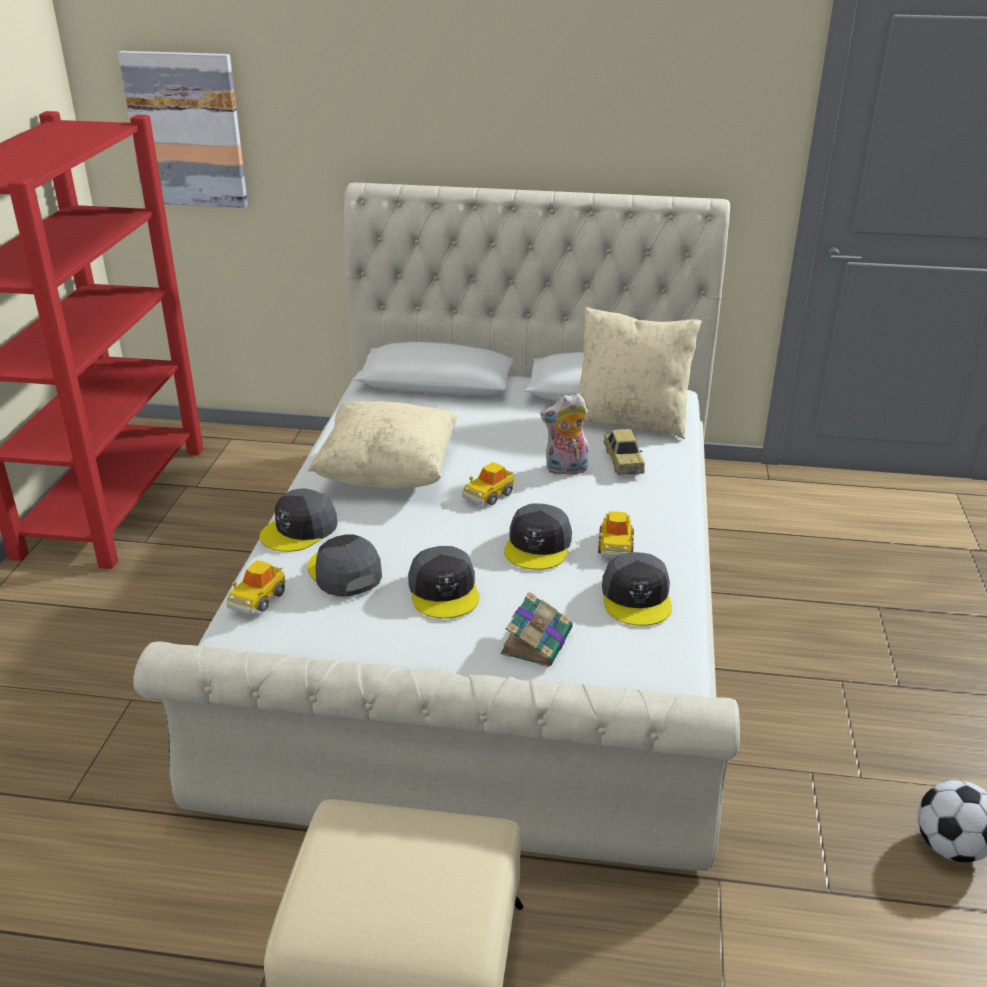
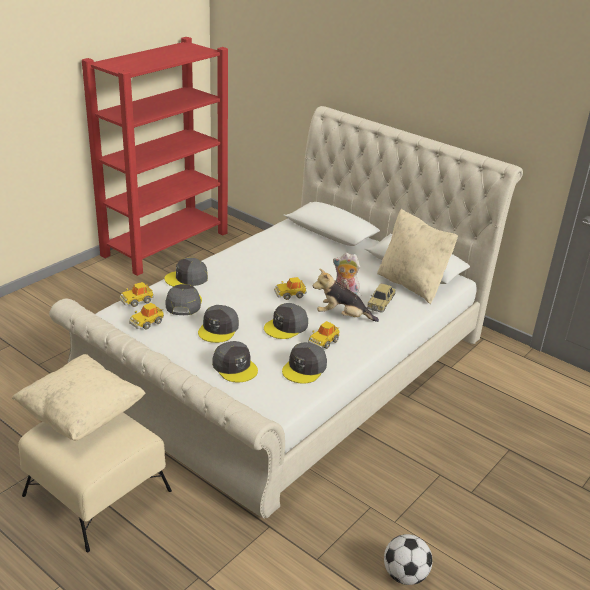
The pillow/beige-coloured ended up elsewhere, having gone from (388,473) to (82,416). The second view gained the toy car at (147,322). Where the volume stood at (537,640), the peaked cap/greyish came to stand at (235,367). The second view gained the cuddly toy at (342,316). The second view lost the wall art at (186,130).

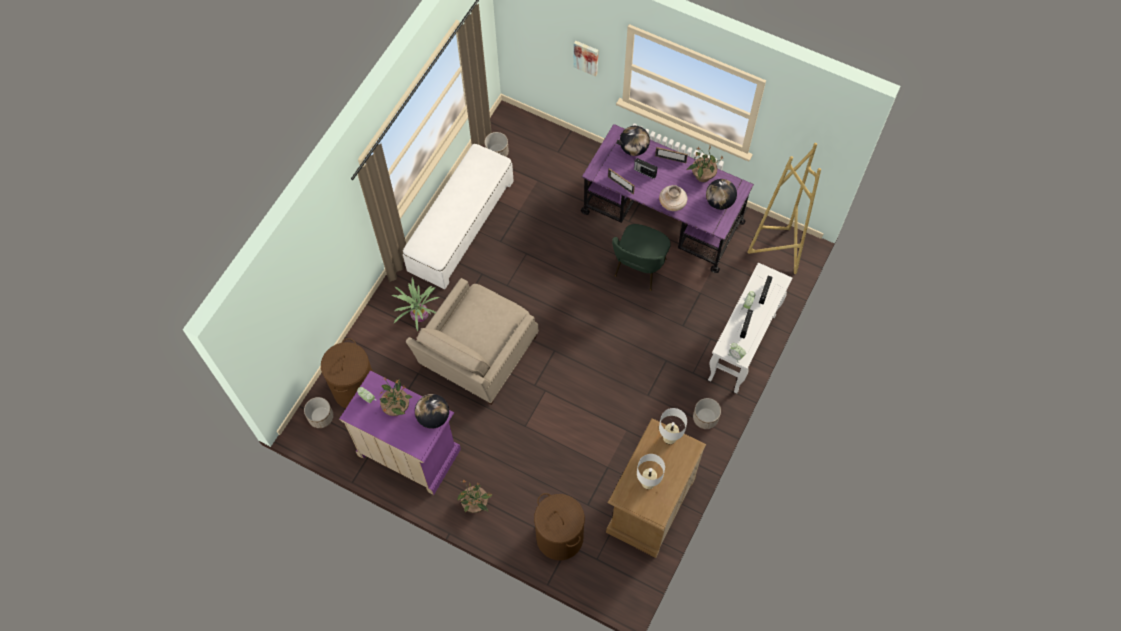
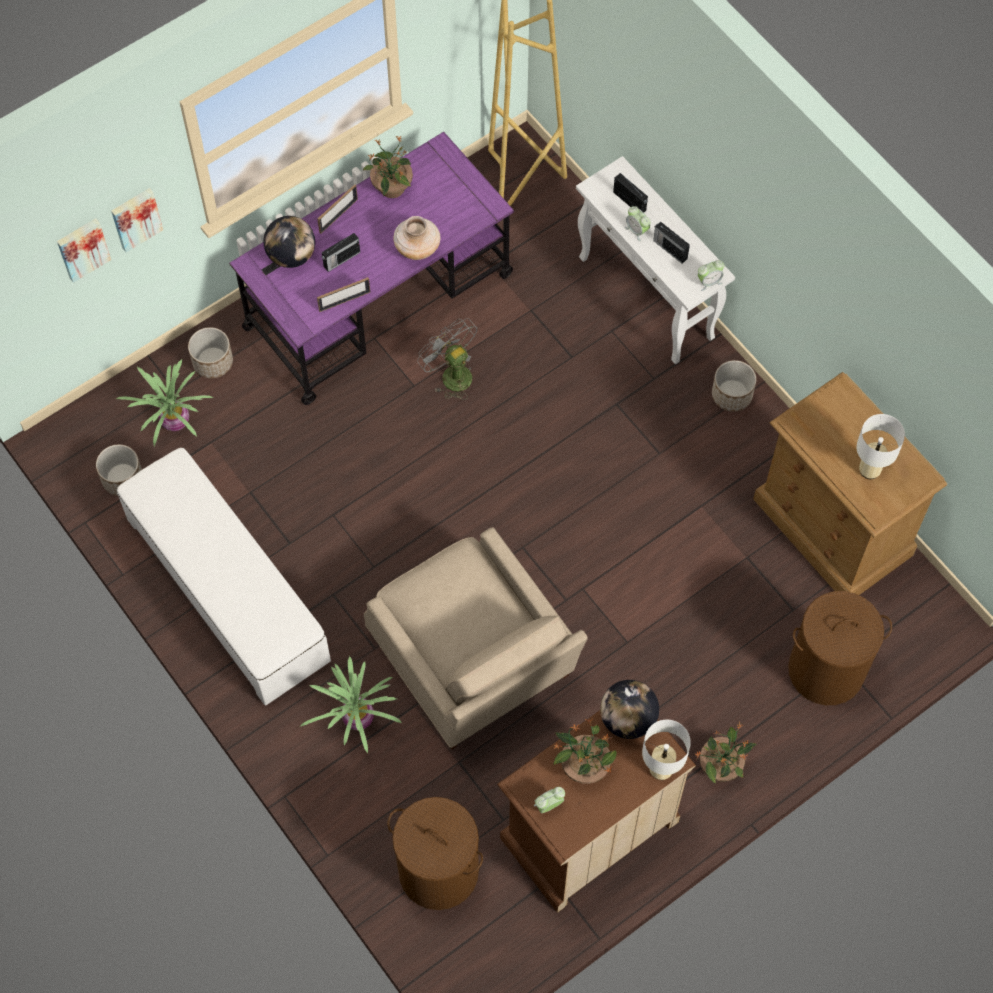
The second view gained the wall art at (82,248). The second view gained the houseplant at (174,420). The flower pot ended up elsewhere, having gone from (321,417) to (213,362). Where the upright chair/greenish stood at (638,271), the electric fan/greyish came to stand at (451,374). What was the dresser/purple-coloured at (409,452) turned into the dresser/brownish at (589,830). The tabletop lamp/whitish ended up elsewhere, having gone from (669,438) to (661,770). The second view lost the globe at (719,202).

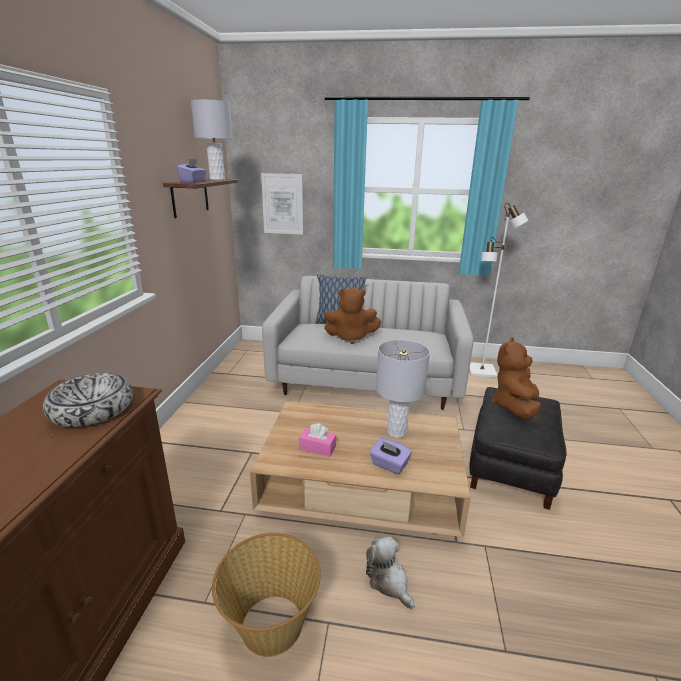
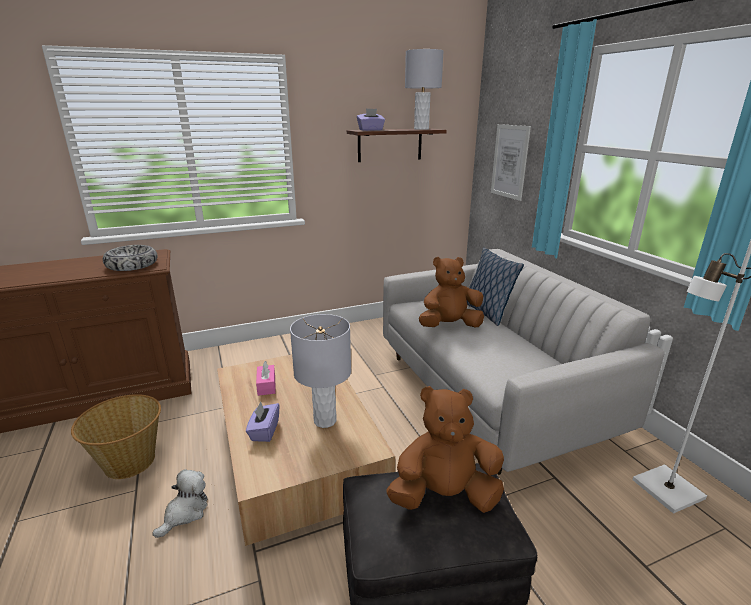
The cuddly toy/brownish at (351,337) ended up facing another way, 105 degrees clockwise from before.

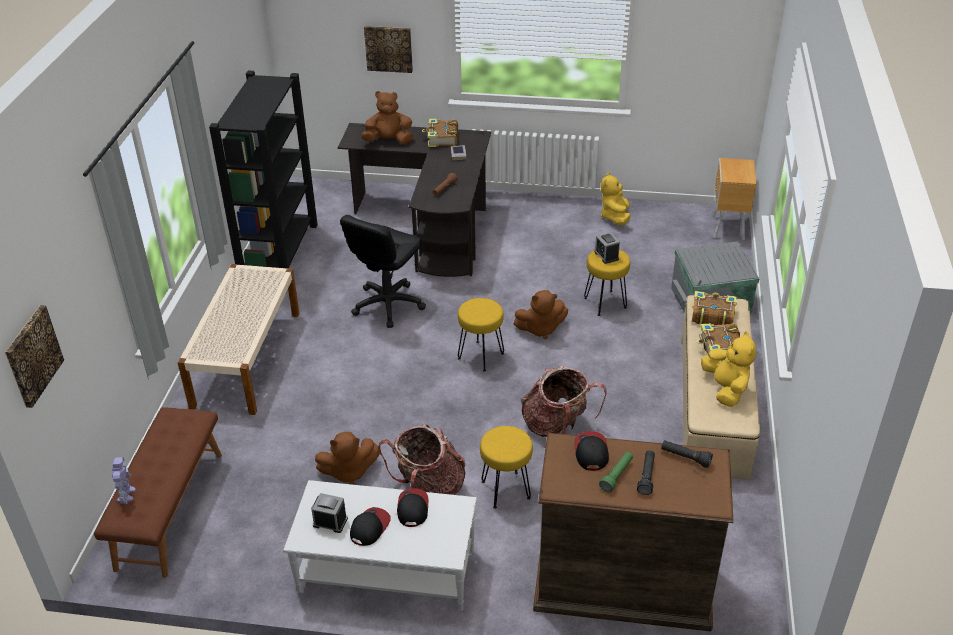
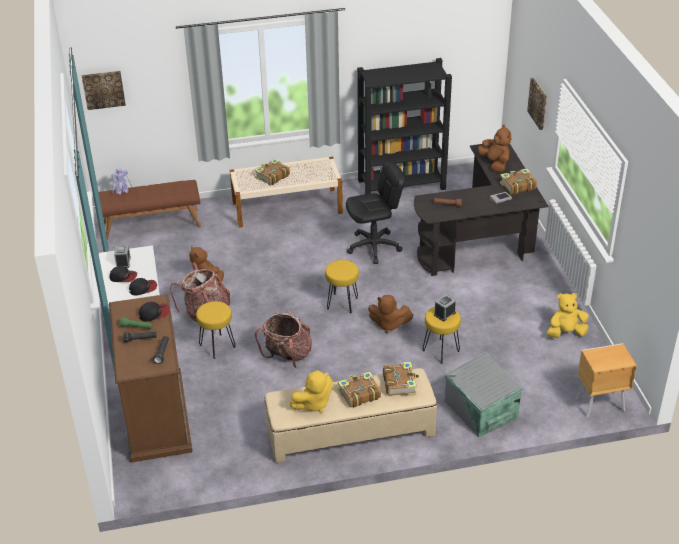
The second view gained the volume at (272,176). The office chair/black at (388,304) ended up facing another way, 150 degrees clockwise from before. The cuddly toy/brownish at (540,329) ended up facing another way, 45 degrees counterclockwise from before.

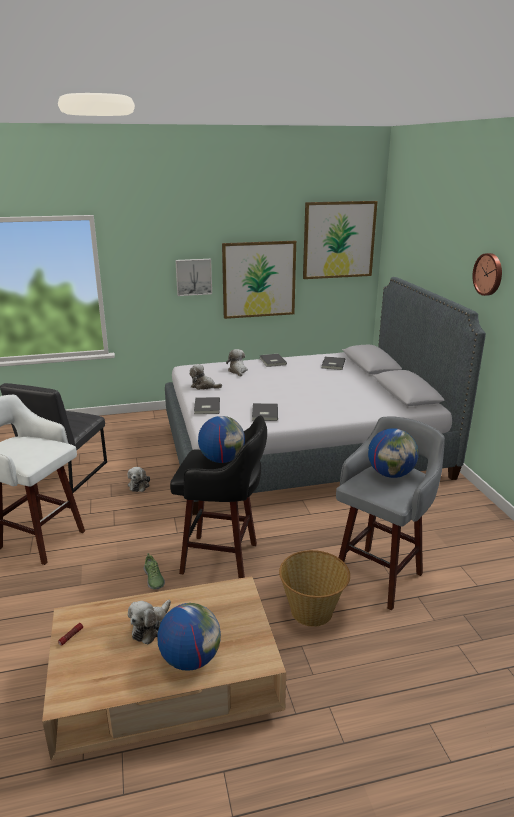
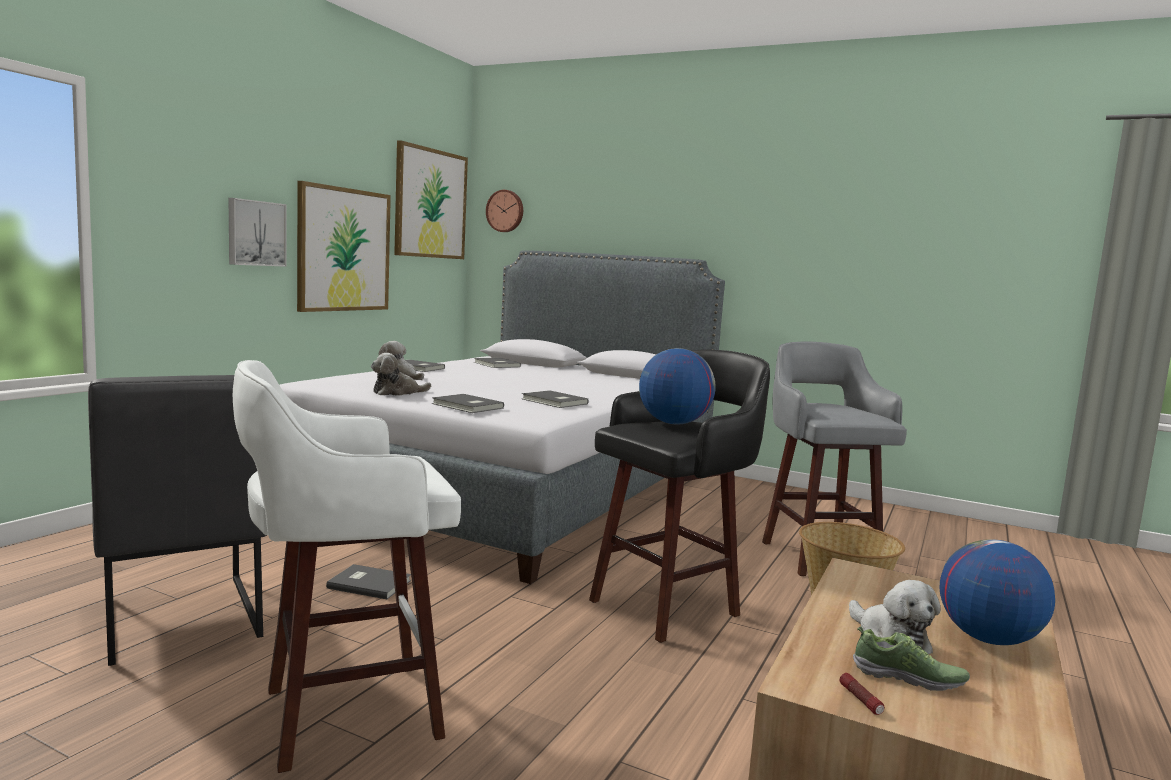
Where the cuddly toy stood at (139,485), the volume/greyish came to stand at (369,583). The clock on the wall ended up elsewhere, having gone from (489,274) to (505,211). The shoe ended up elsewhere, having gone from (153,579) to (908,678). The second view lost the globe at (391,474).

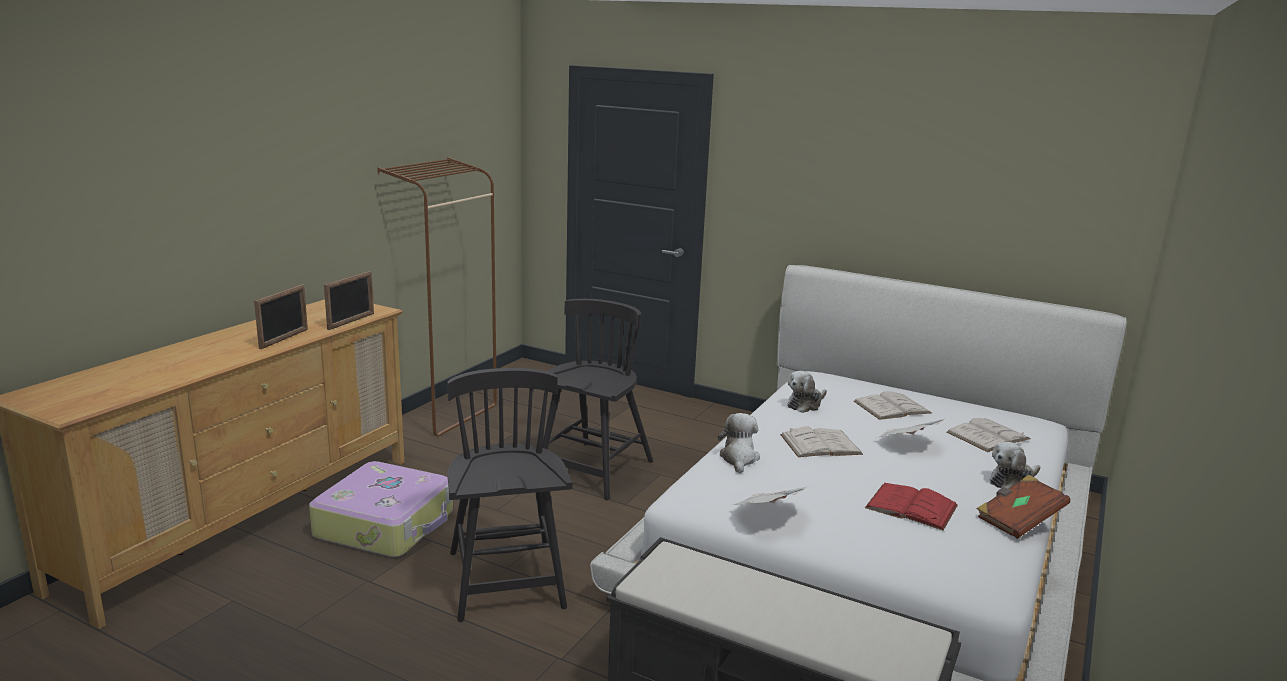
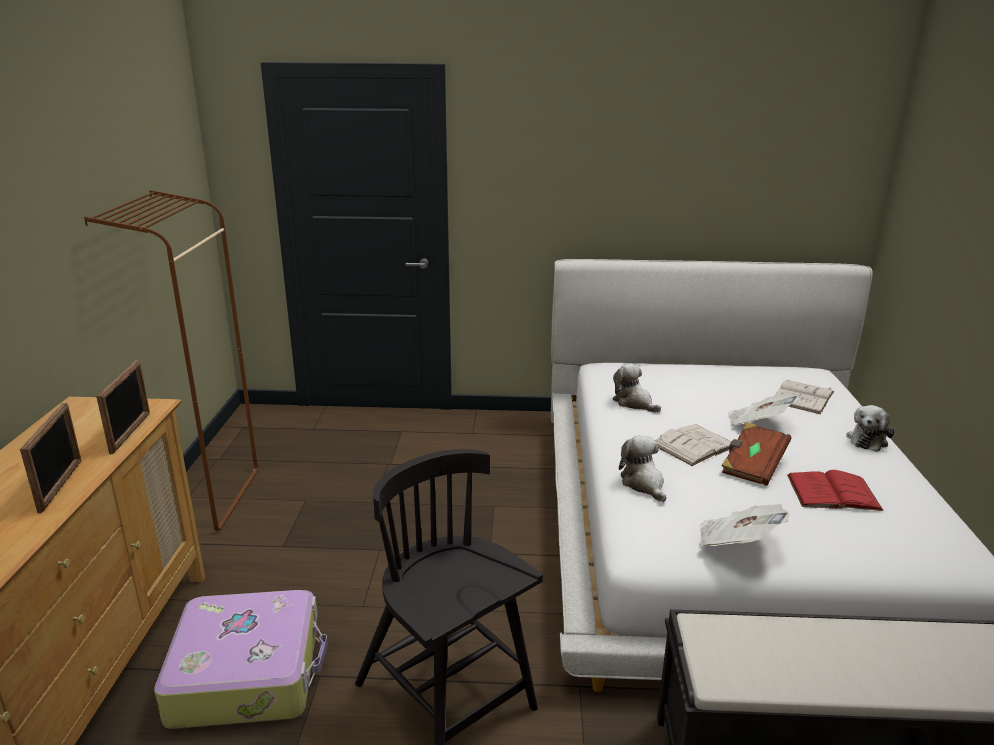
The cuddly toy at (805,404) ended up facing another way, 120 degrees clockwise from before. The volume/brownish ended up elsewhere, having gone from (1018,520) to (752,466). The second view lost the upright chair/black at (594,471). The second view lost the volume/whitish at (892,407).

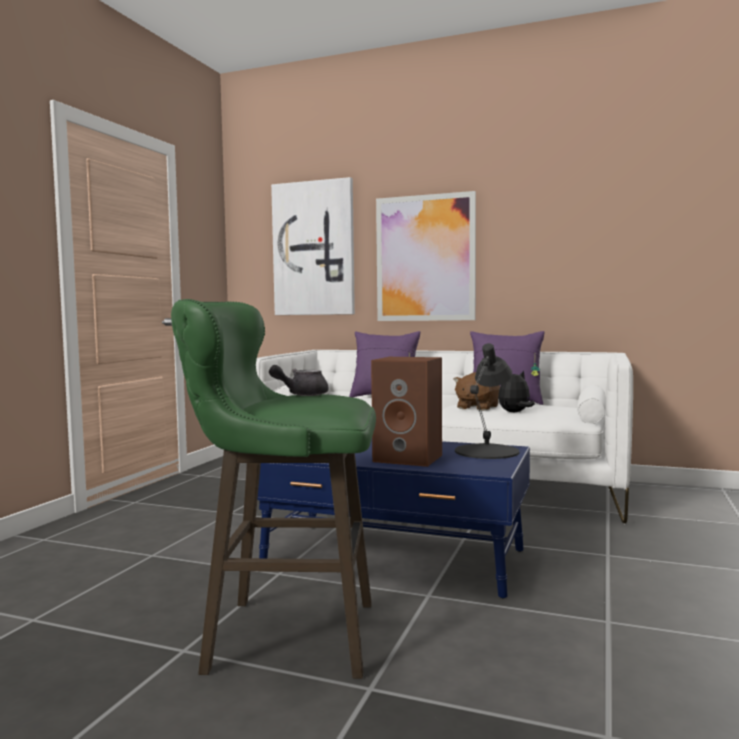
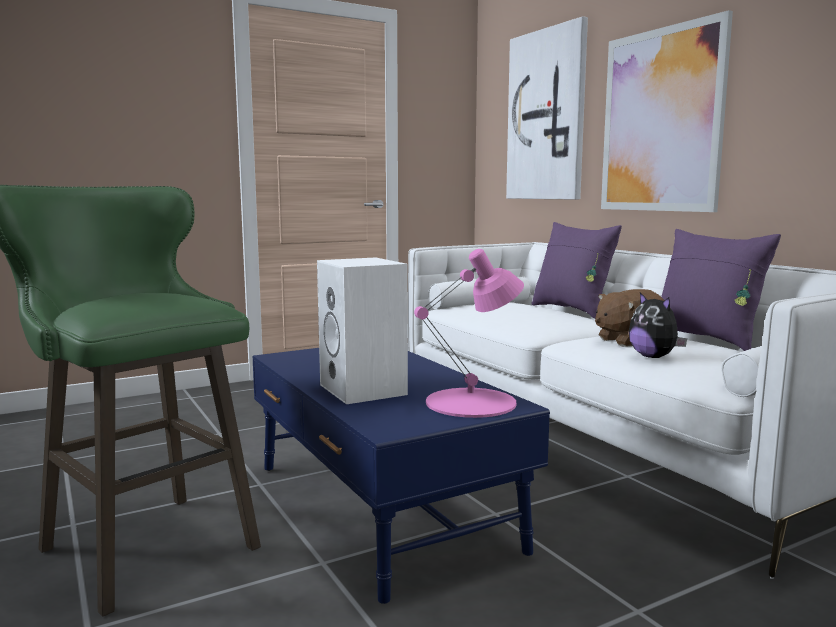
What was the speaker/brownish at (410,458) turned into the speaker/whitish at (365,390). What was the tabletop lamp/black at (487,451) turned into the tabletop lamp/pink-coloured at (472,402). The cuddly toy at (515,412) ended up facing another way, 135 degrees counterclockwise from before. The second view lost the teapot/greyish at (301,394).

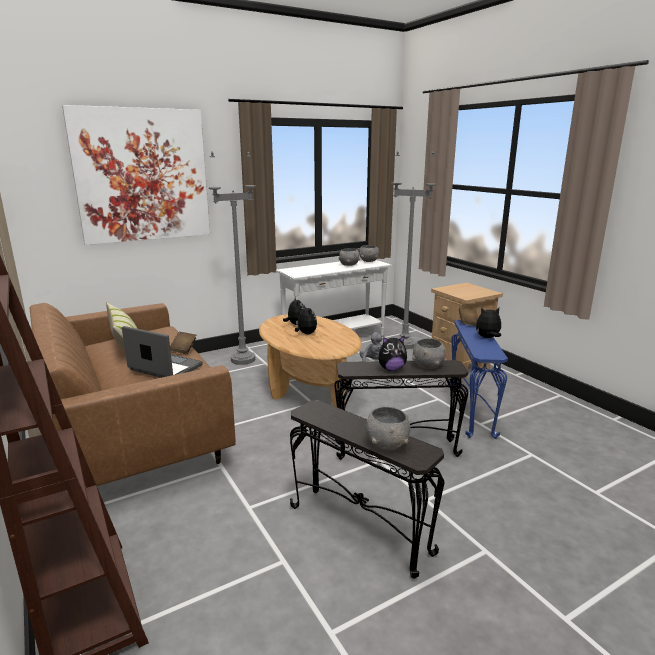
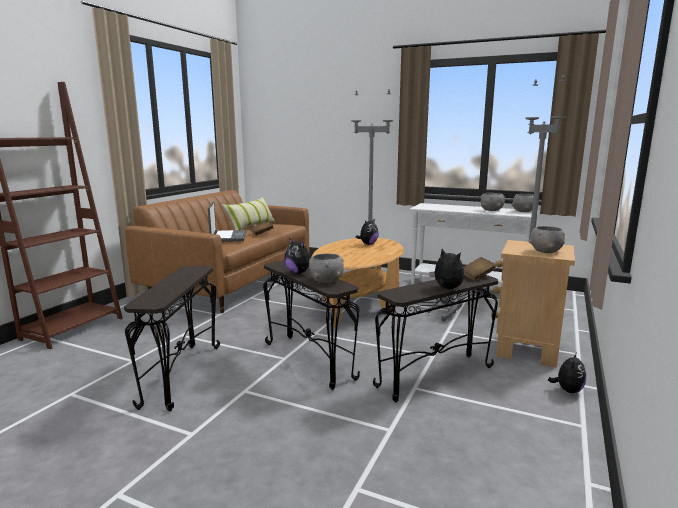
What was the end table/blue at (470,410) turned into the end table/black at (435,377). The bowl/greyish ended up elsewhere, having gone from (386,444) to (545,251). The cuddly toy ended up elsewhere, having gone from (305,333) to (567,390). The second view lost the wall art at (142,175).

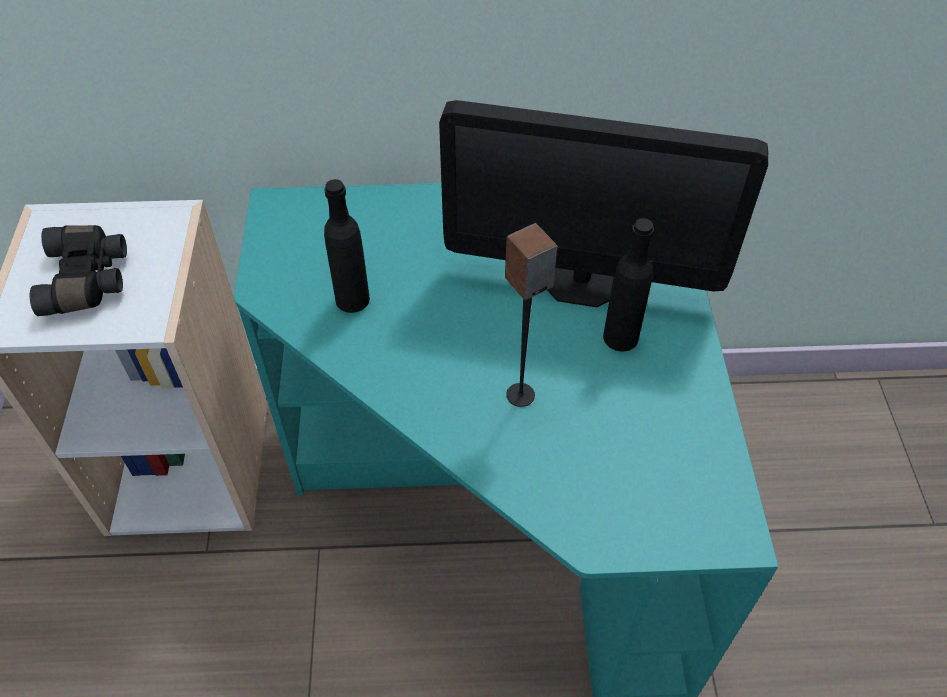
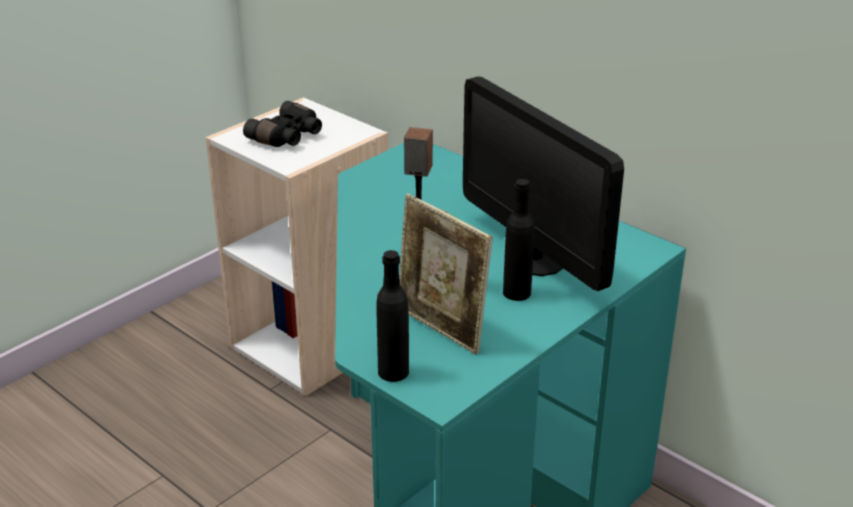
The drink bottle/black ended up elsewhere, having gone from (352,299) to (393,372). The second view gained the photo frame at (441,329).

